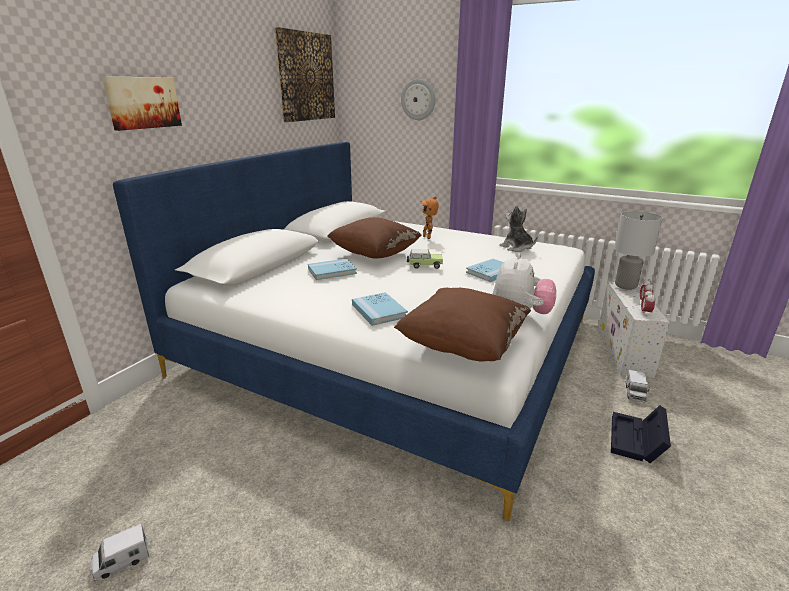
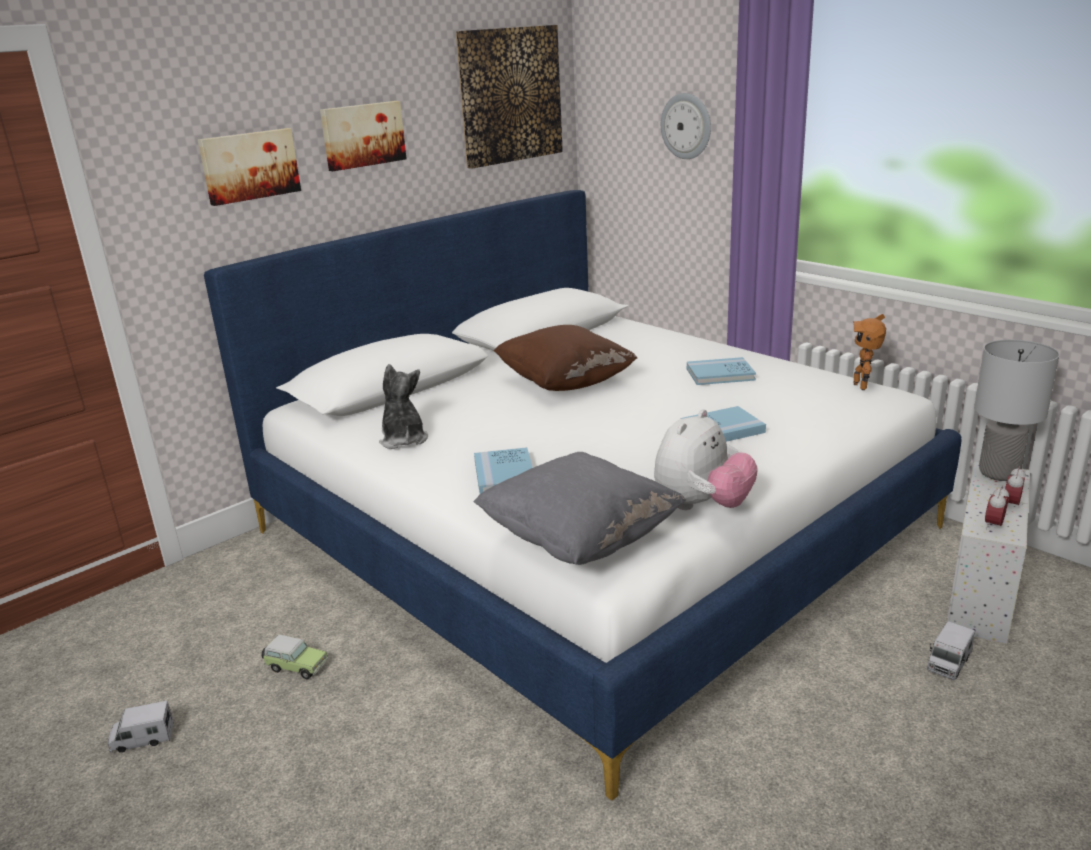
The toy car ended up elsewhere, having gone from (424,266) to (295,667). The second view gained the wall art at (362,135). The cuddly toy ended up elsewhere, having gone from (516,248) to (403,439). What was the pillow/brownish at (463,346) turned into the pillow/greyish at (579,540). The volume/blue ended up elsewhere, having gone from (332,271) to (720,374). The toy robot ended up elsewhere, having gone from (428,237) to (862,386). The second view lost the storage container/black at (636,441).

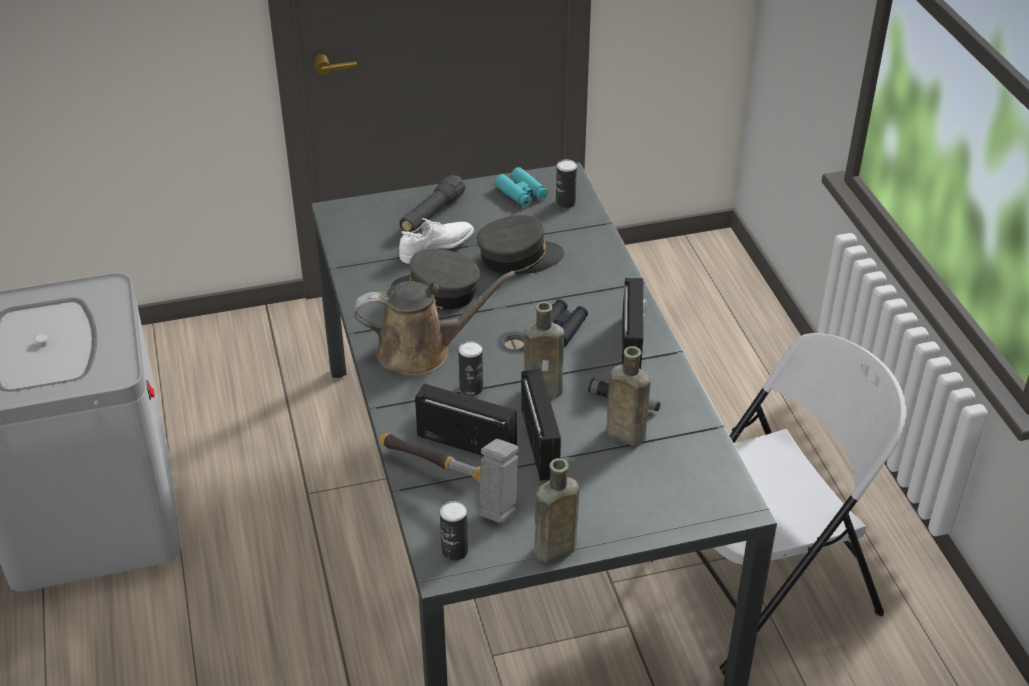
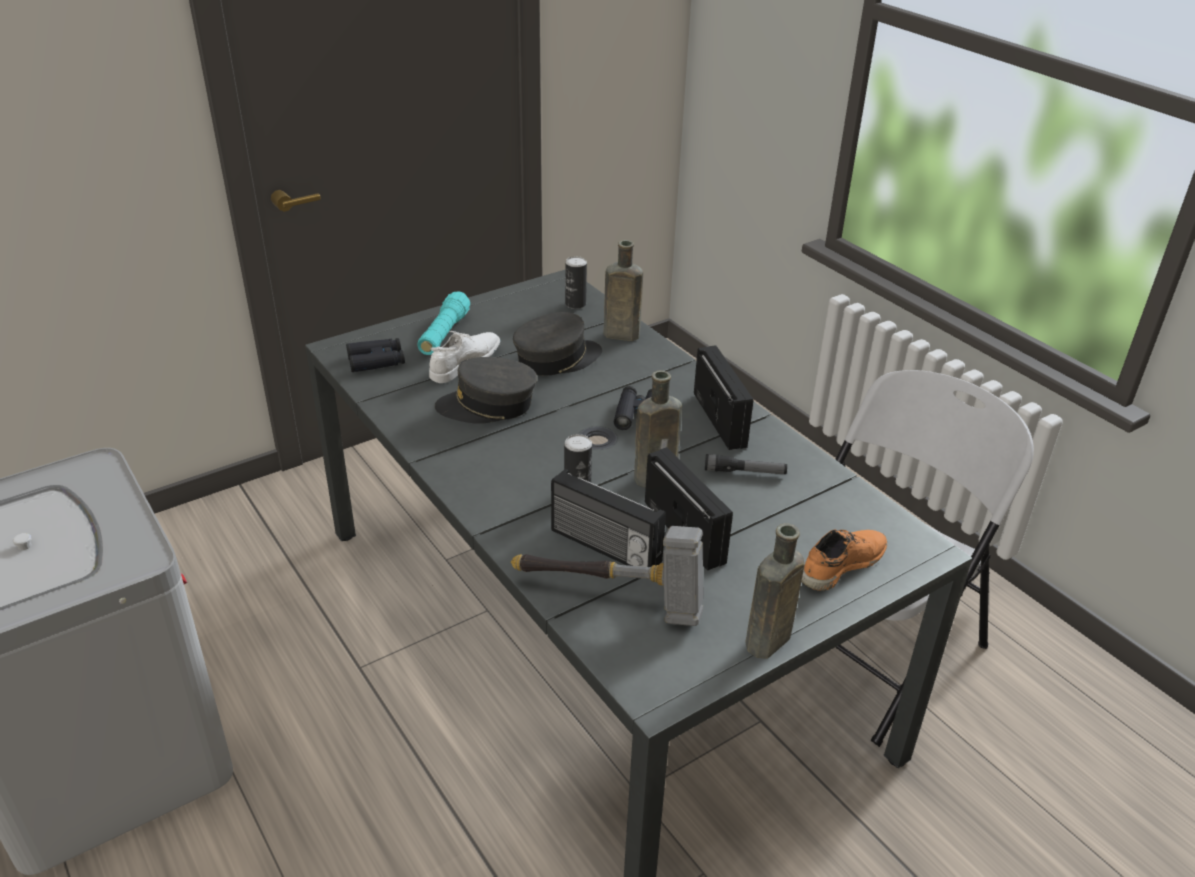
The second view gained the binoculars/black at (376,361). What was the hand torch/black at (432,214) turned into the hand torch/blue-green at (444,334). The radio set at (467,442) ended up facing another way, 150 degrees counterclockwise from before. The drink bottle/brownish ended up elsewhere, having gone from (623,433) to (618,334). The second view gained the shoe/orangey at (840,565). The second view lost the watering pot/brownish at (421,351). The second view lost the can at (454,551). The second view lost the binoculars/blue-green at (521,193).

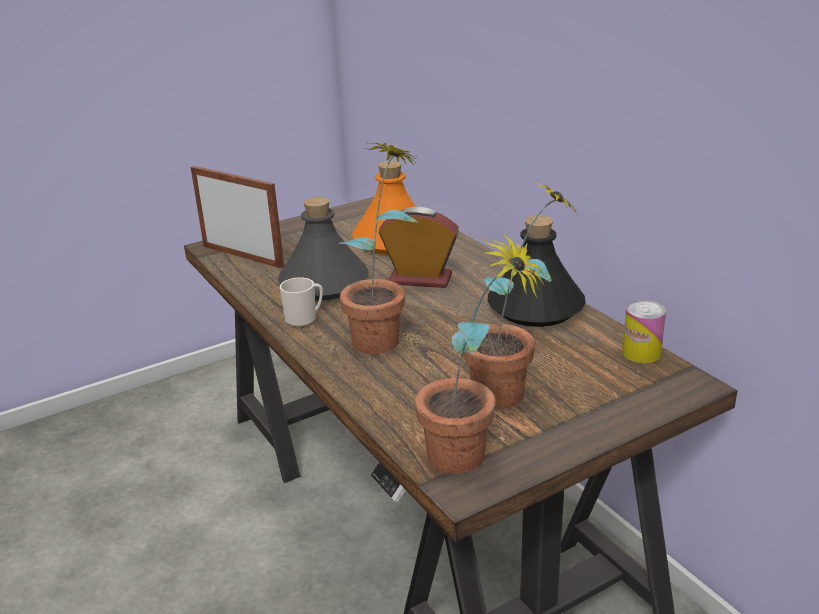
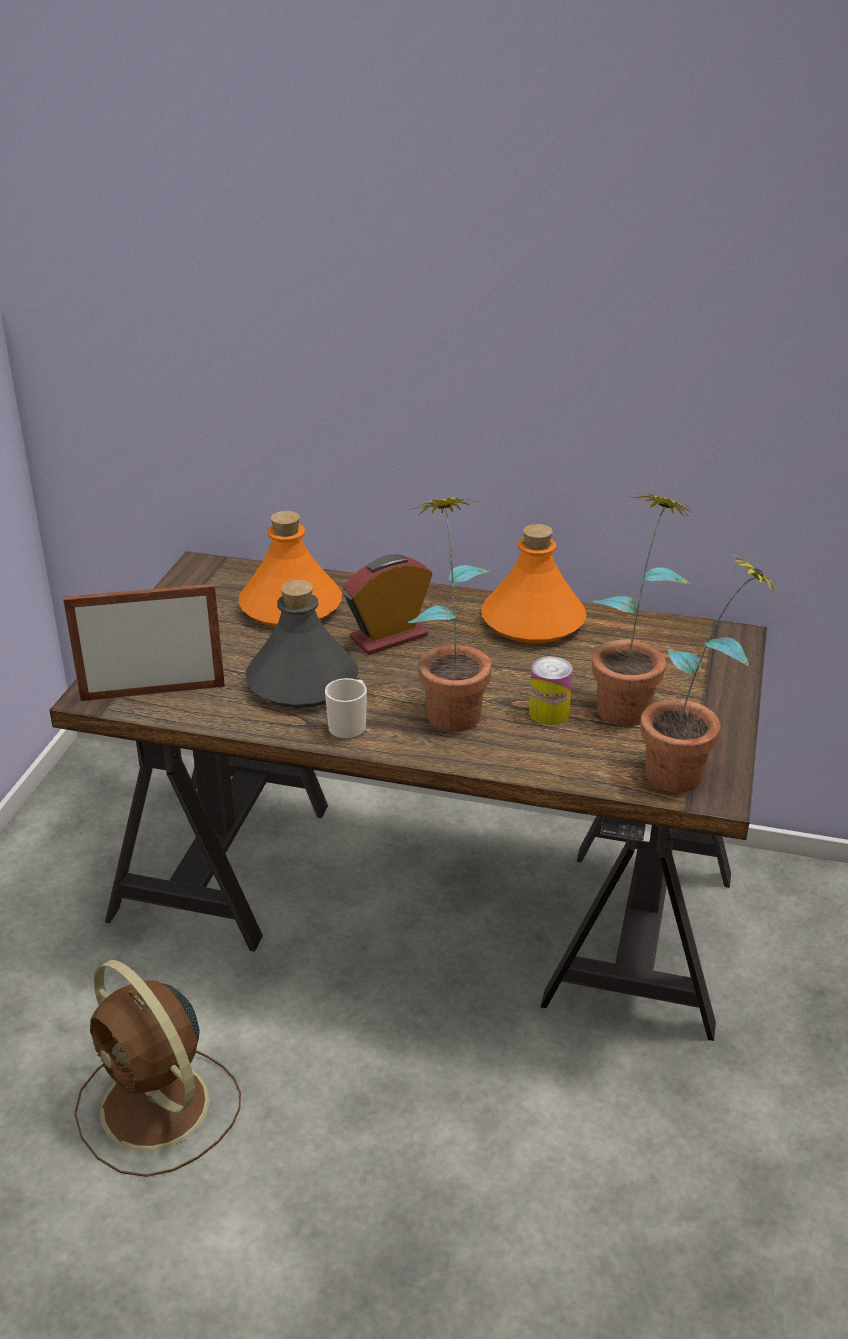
The second view gained the electric fan/brownish at (158,1109). What was the drink bottle/black at (536,308) turned into the drink bottle/orangey at (533,621). The can ended up elsewhere, having gone from (641,353) to (549,713).

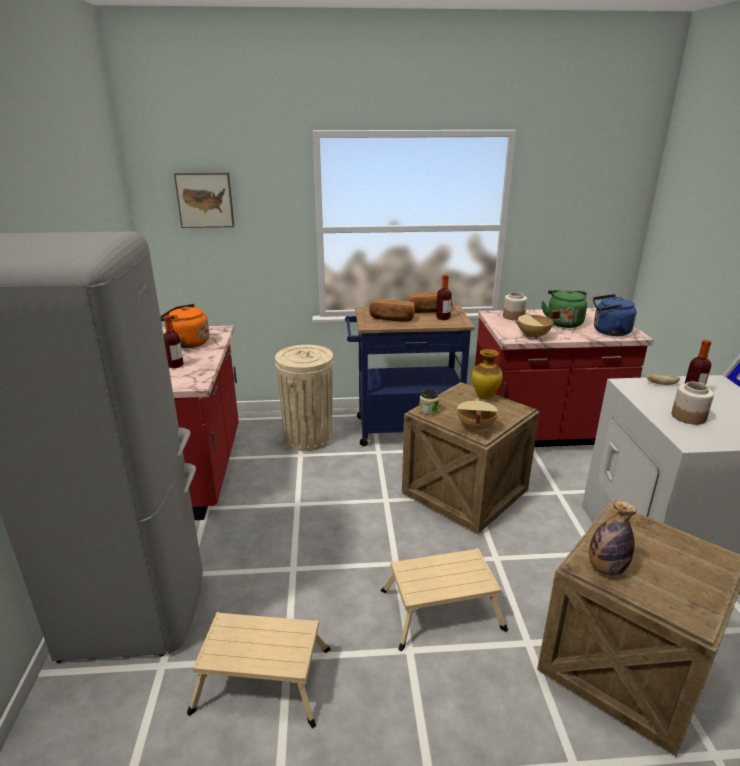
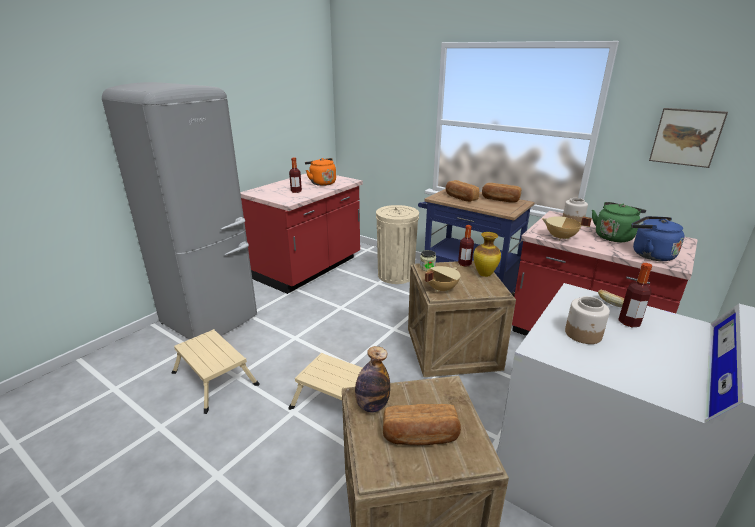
The second view gained the baked bread at (420,436). The drink bottle ended up elsewhere, having gone from (443,318) to (464,264). The wall art ended up elsewhere, having gone from (205,200) to (686,137).

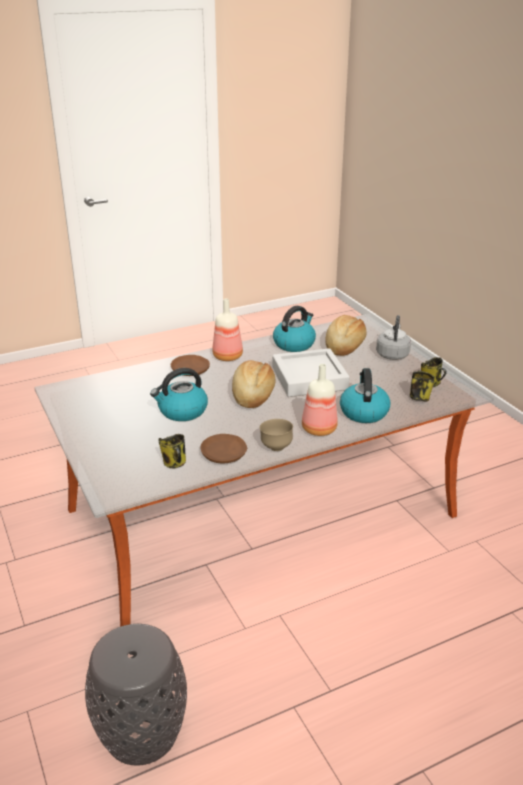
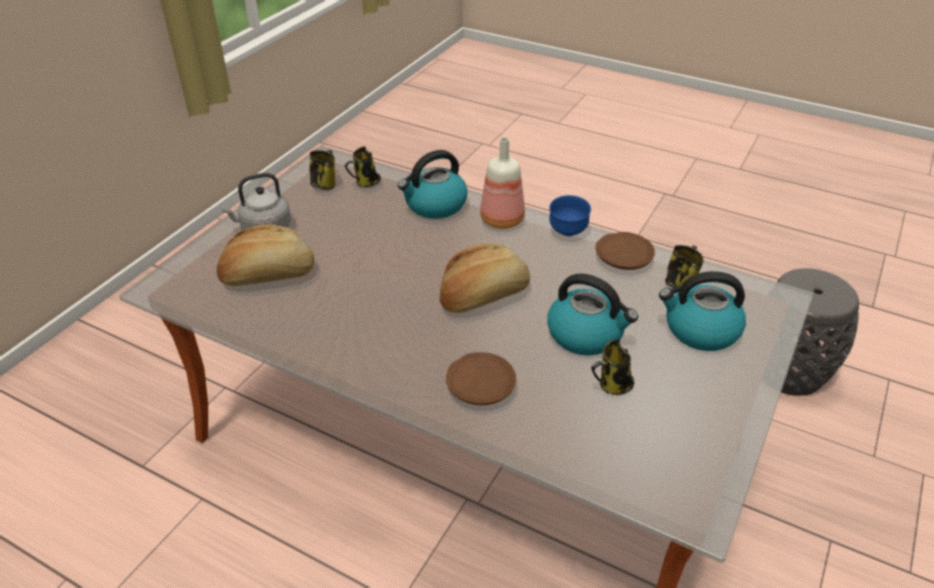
What was the bowl/brownish at (276,447) turned into the bowl/blue at (567,233). The second view gained the mug at (612,385). The water kettle ended up elsewhere, having gone from (294,344) to (700,330). The second view lost the drink bottle at (227,356). The second view lost the serving tray/greyish at (309,378).

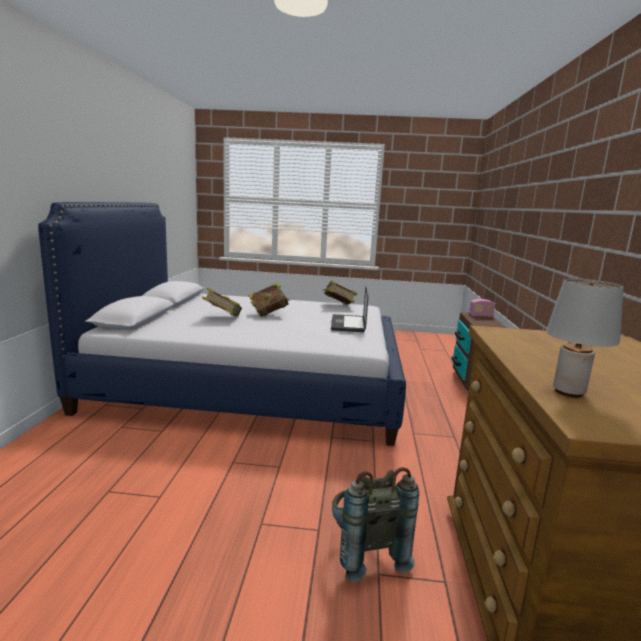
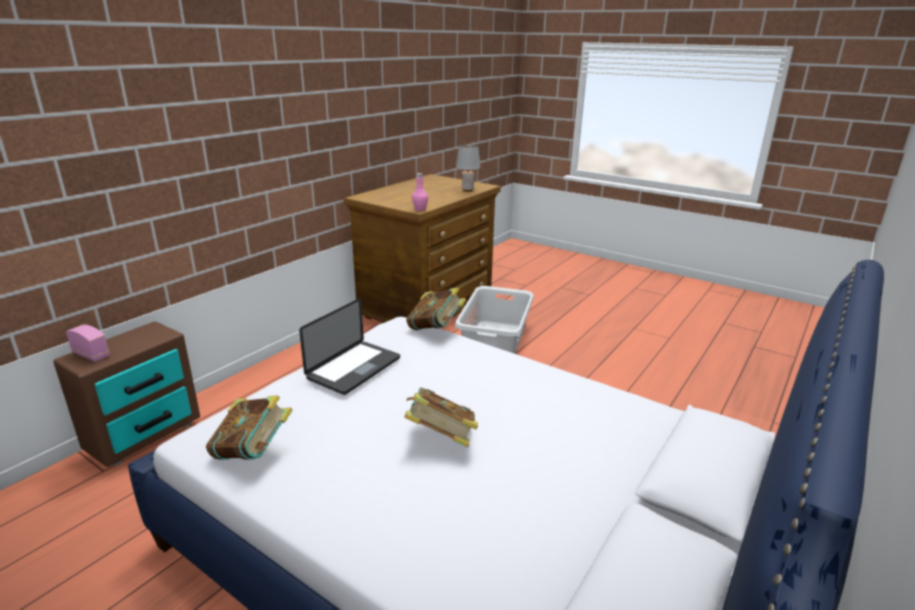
The volume ended up elsewhere, having gone from (222,318) to (436,329). The second view gained the drink bottle/pink-coloured at (420,209). Where the backpack/greyish stood at (365,552), the hamper/greyish came to stand at (495,340).

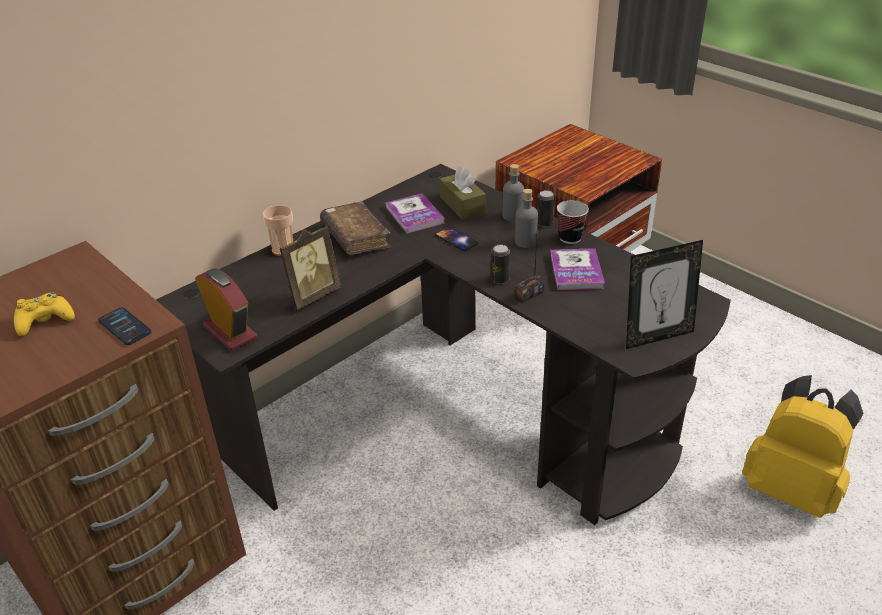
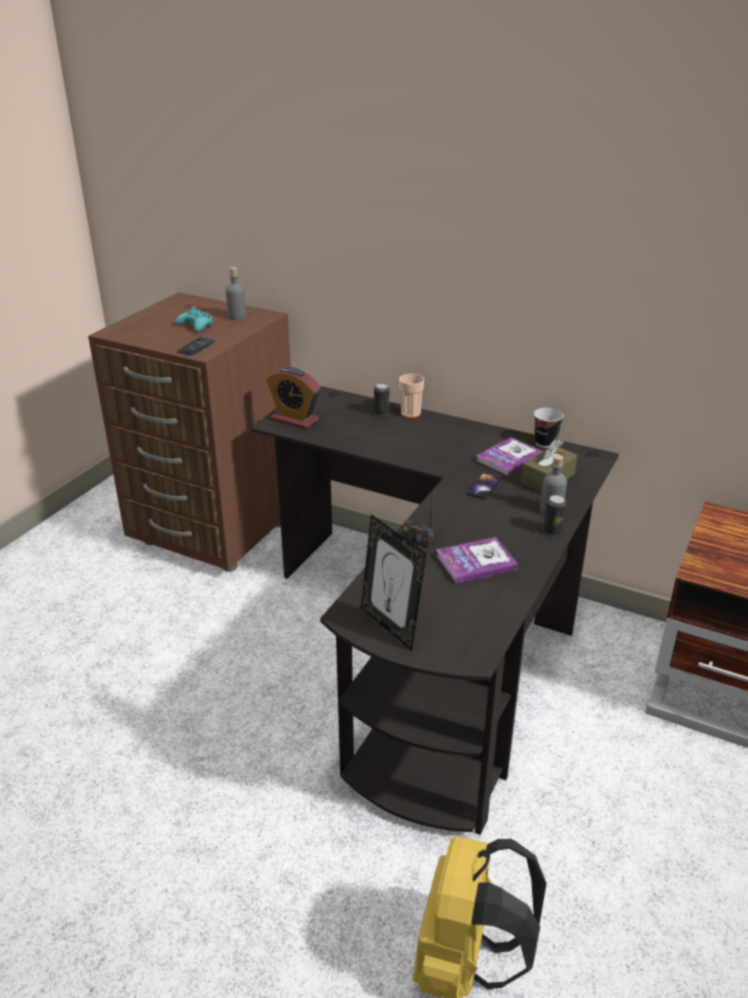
What was the game controller/yellow at (45,320) turned into the game controller/blue-green at (196,326). The drink bottle/greyish ended up elsewhere, having gone from (525,242) to (237,316). The alarm clock at (230,332) ended up facing another way, 90 degrees clockwise from before. The can ended up elsewhere, having gone from (500,279) to (381,413). The drinking cup ended up elsewhere, having gone from (570,238) to (545,443). The second view lost the photo frame at (312,295). The second view lost the volume/brownish at (355,237).

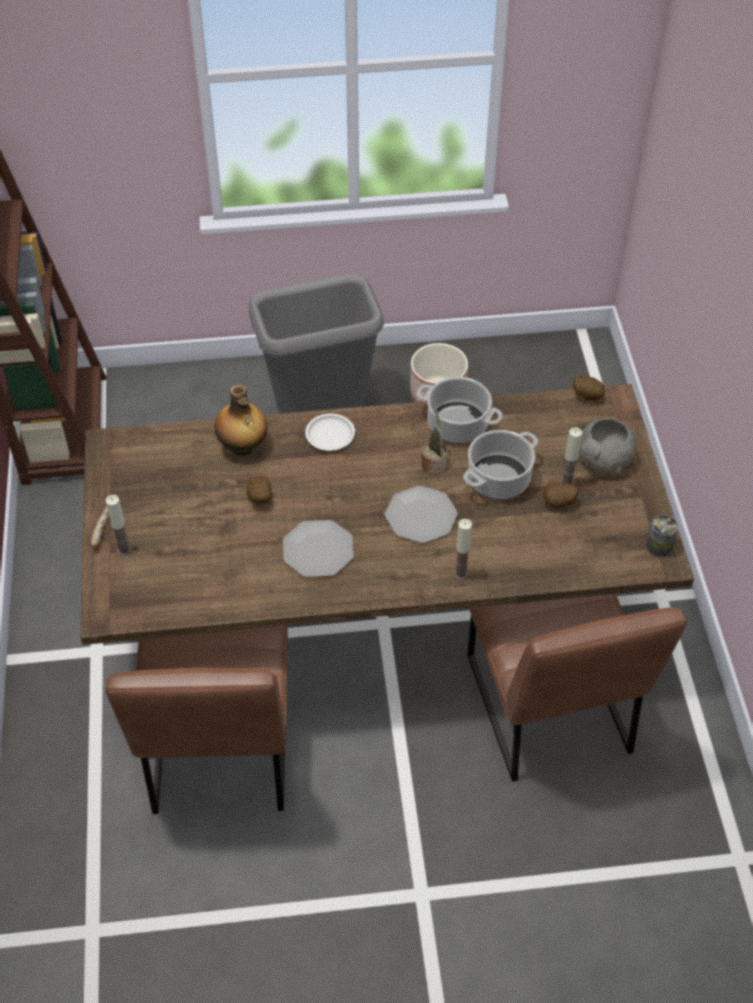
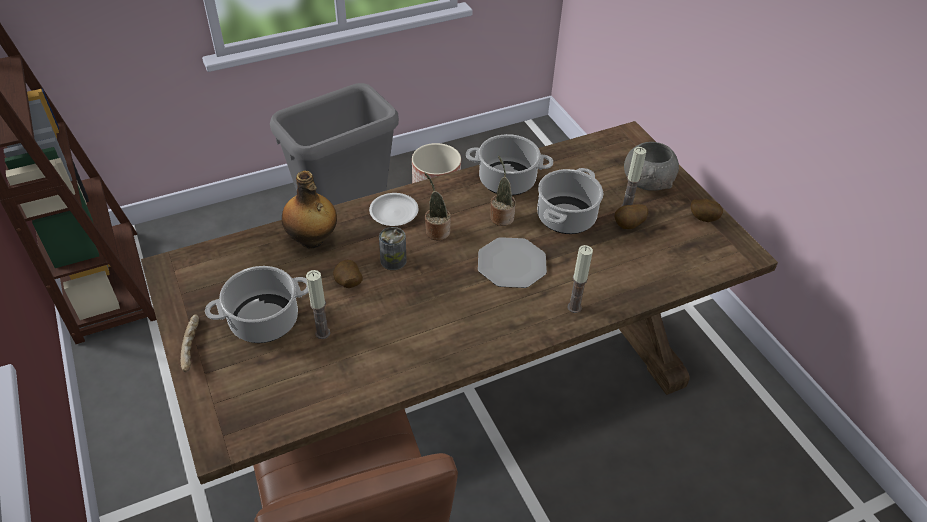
The second view gained the saucepot at (263,321). The wax candle ended up elsewhere, having gone from (124,550) to (322,333). The can ended up elsewhere, having gone from (659,546) to (393,260). The second view gained the houseplant at (436,231). The potato ended up elsewhere, having gone from (587,396) to (702,218). The second view lost the dinner plate at (318,550). The second view lost the upright chair/brownish at (548,708).

